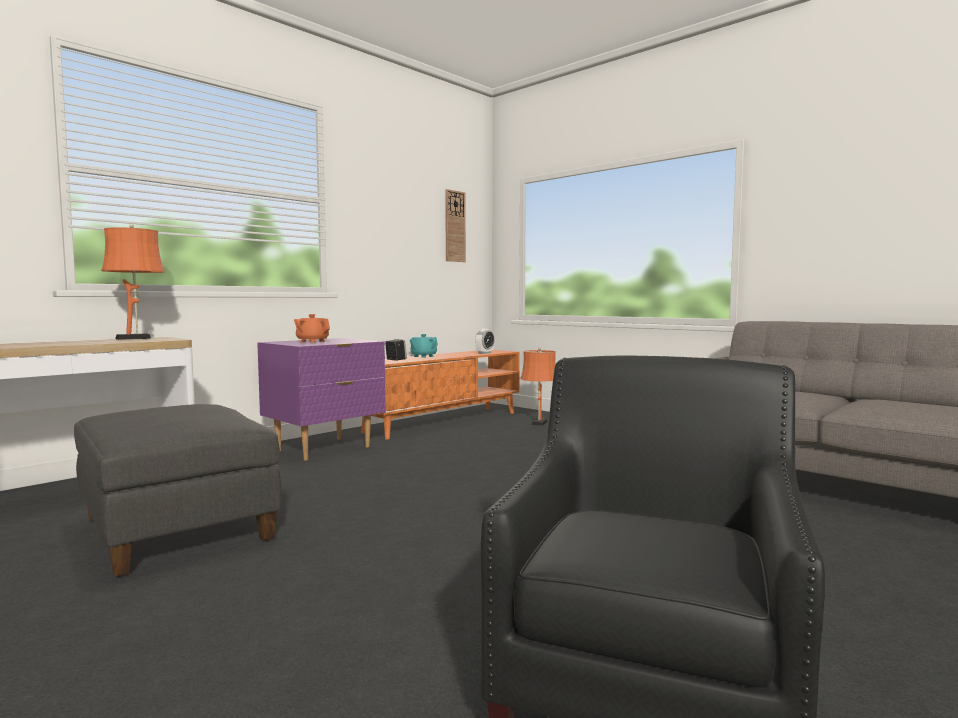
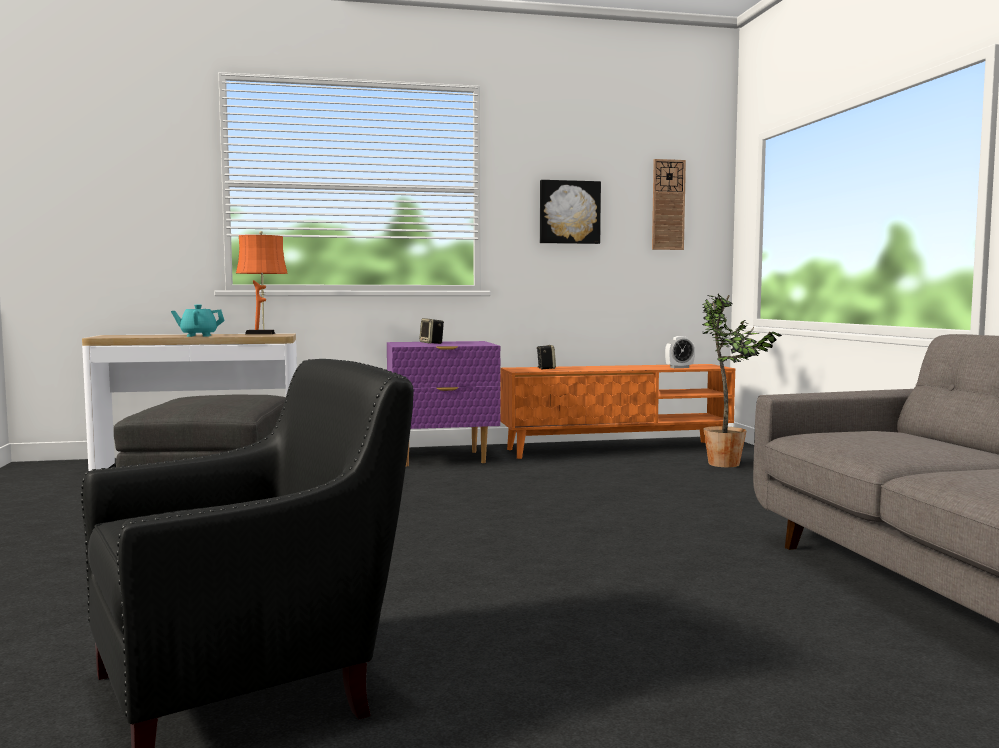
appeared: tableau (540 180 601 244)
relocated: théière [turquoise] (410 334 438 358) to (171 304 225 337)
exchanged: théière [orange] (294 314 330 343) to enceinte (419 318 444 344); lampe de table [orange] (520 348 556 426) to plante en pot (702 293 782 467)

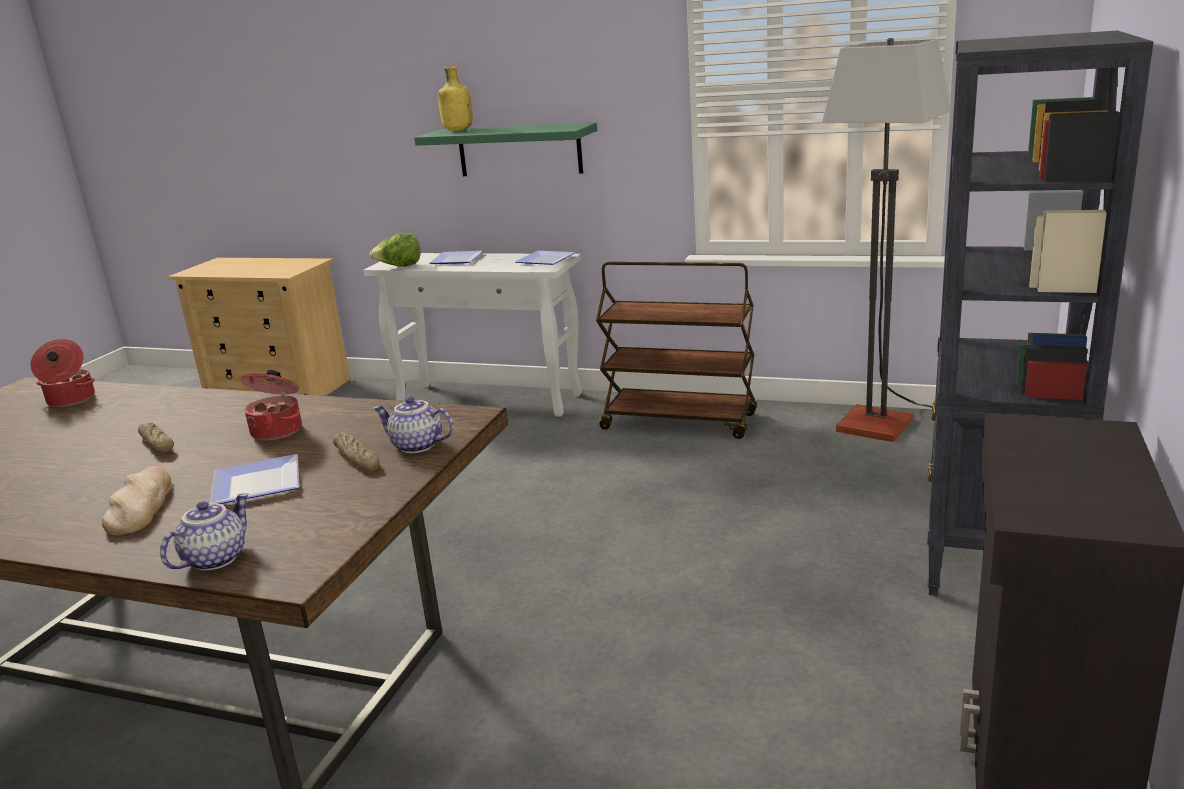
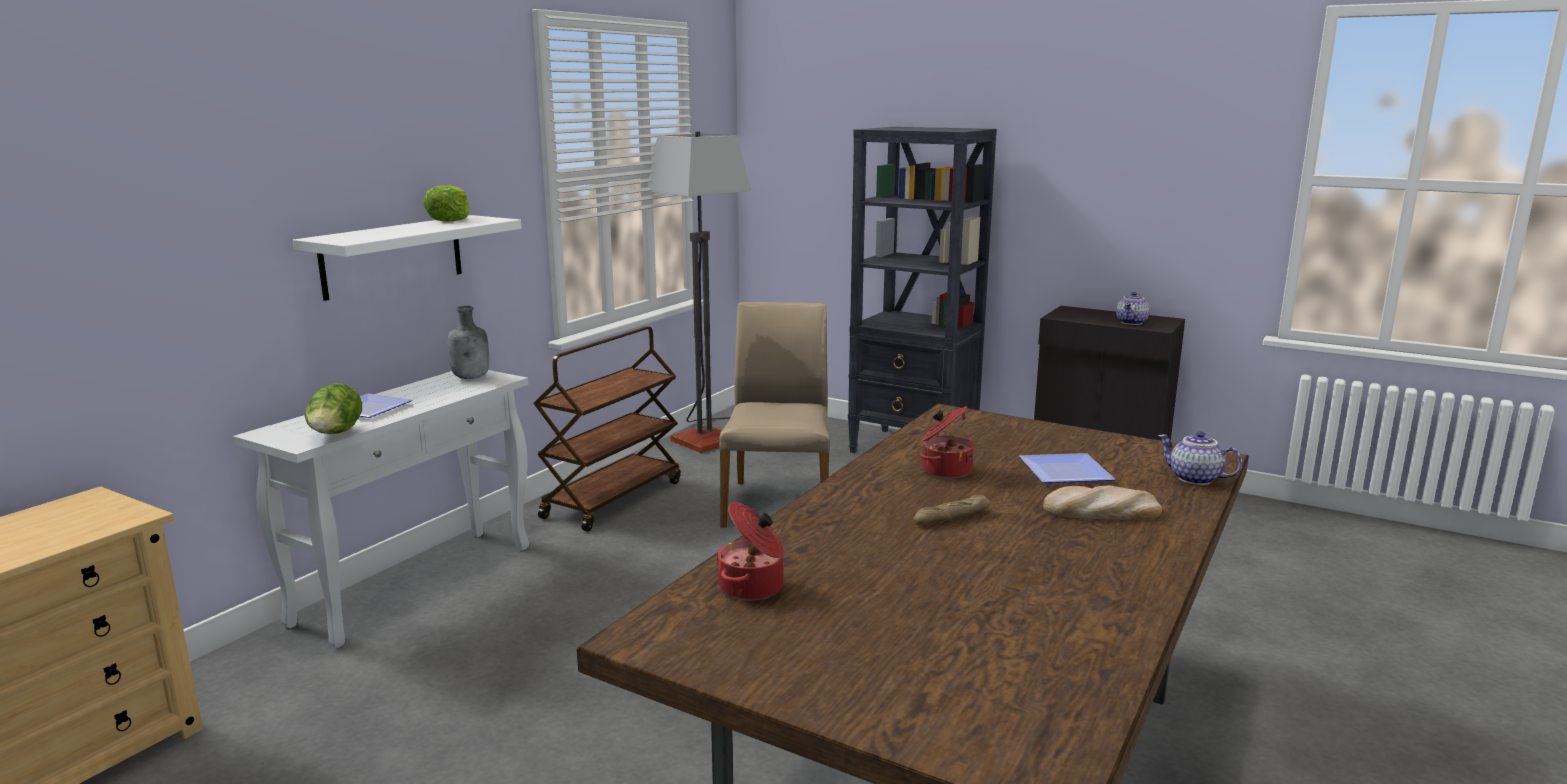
missing: pain (333 432 380 471); bouteille [jaune] (438 66 473 131)
appeared: laitue (424 185 470 222); chaise [beige] (719 302 830 528)
relocated: théière (373 397 454 453) to (1116 292 1150 325)
exchanged: assiette (515 251 575 265) to bouteille [gris] (448 306 489 379)
colour: étagère [vert] (414 123 597 176) to étagère [blanc] (293 215 522 301)

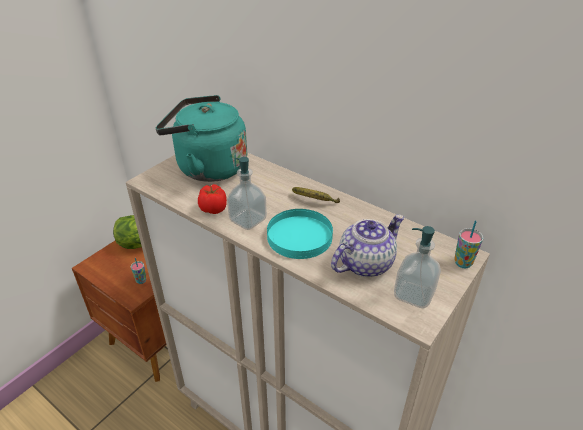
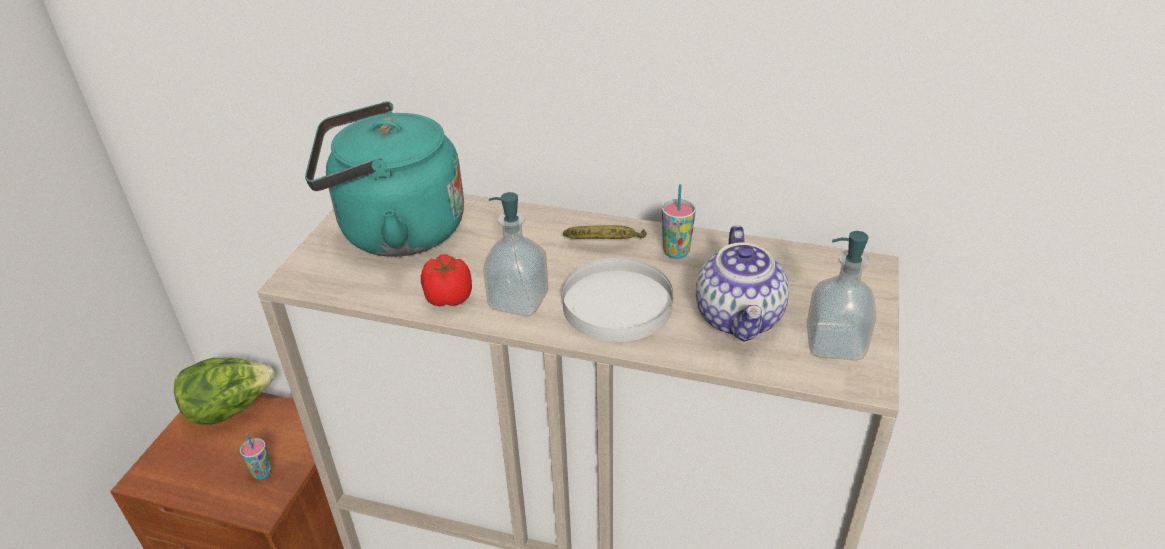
relocated: tasse (454 221 483 268) to (662 184 696 259)
colour: assiette [turquoise] (267 209 333 259) to assiette [blanc] (562 258 673 342)
spun: théière (331 214 404 277) = (696 225 789 342) 150 degrees clockwise

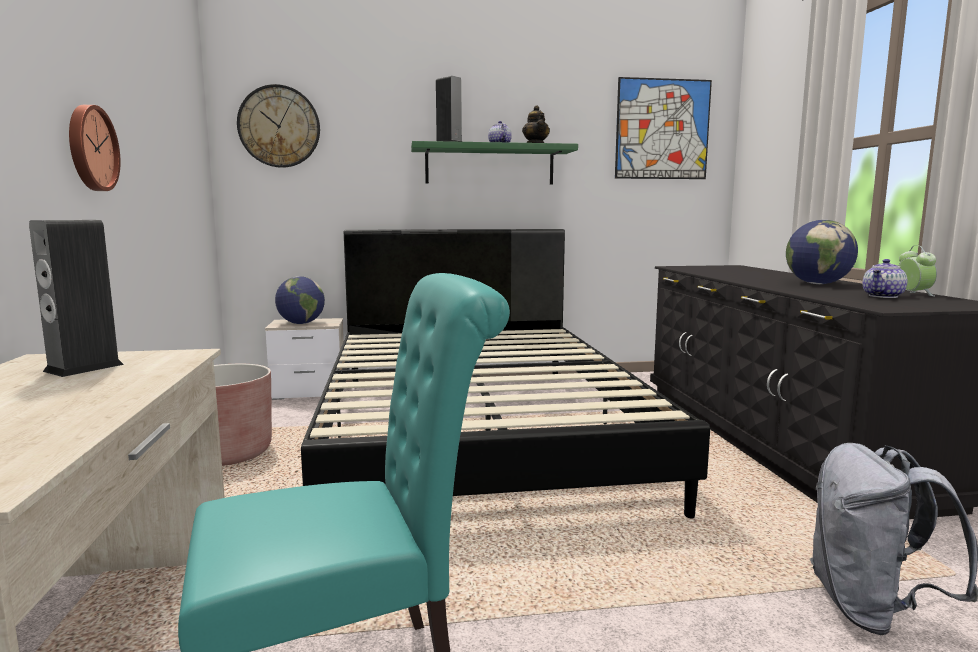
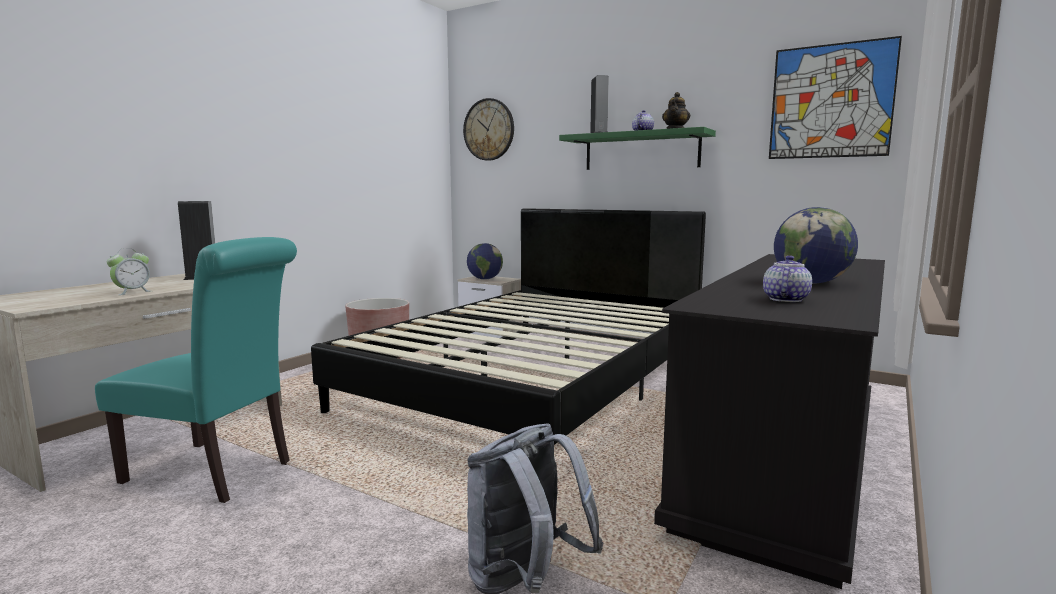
missing: horloge murale (69 105 121 191)
relocated: réveil (899 245 937 296) to (107 248 150 295)
spun: théière (862 259 908 298) = (763 255 812 302) 120 degrees clockwise

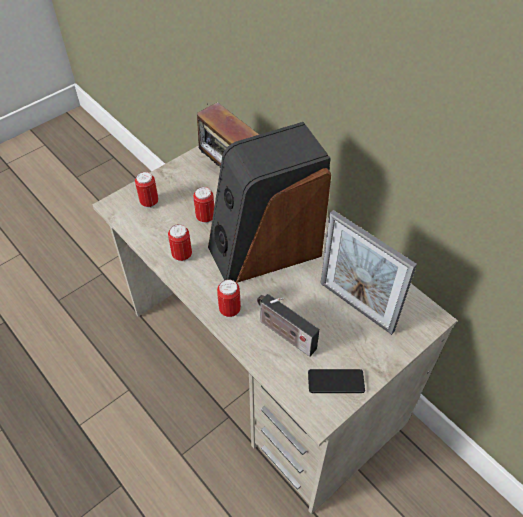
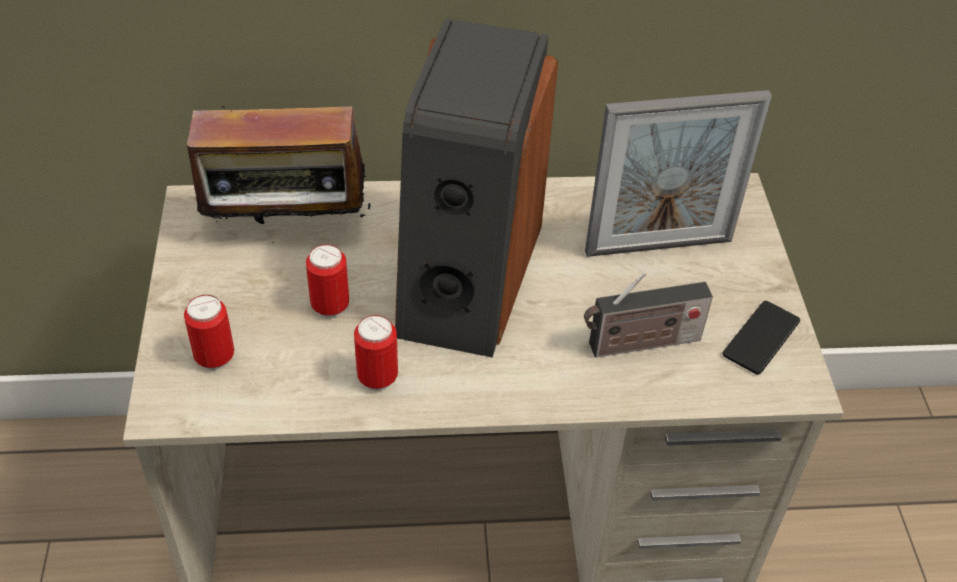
missing: boîte métallique (217 279 241 317)

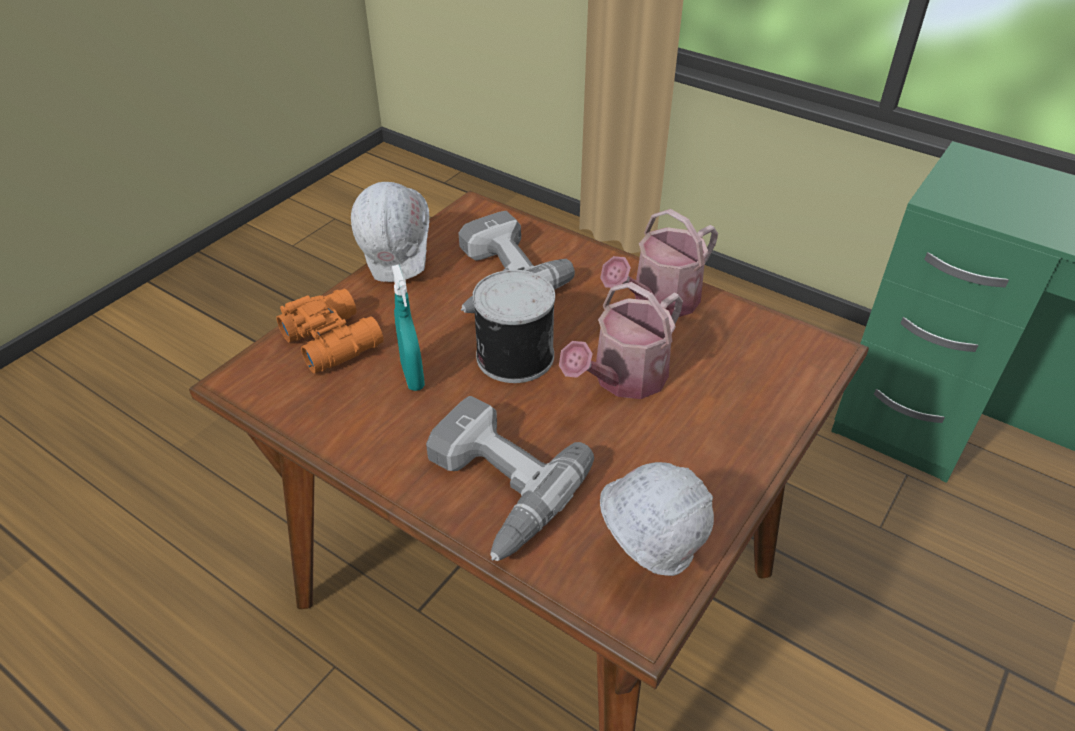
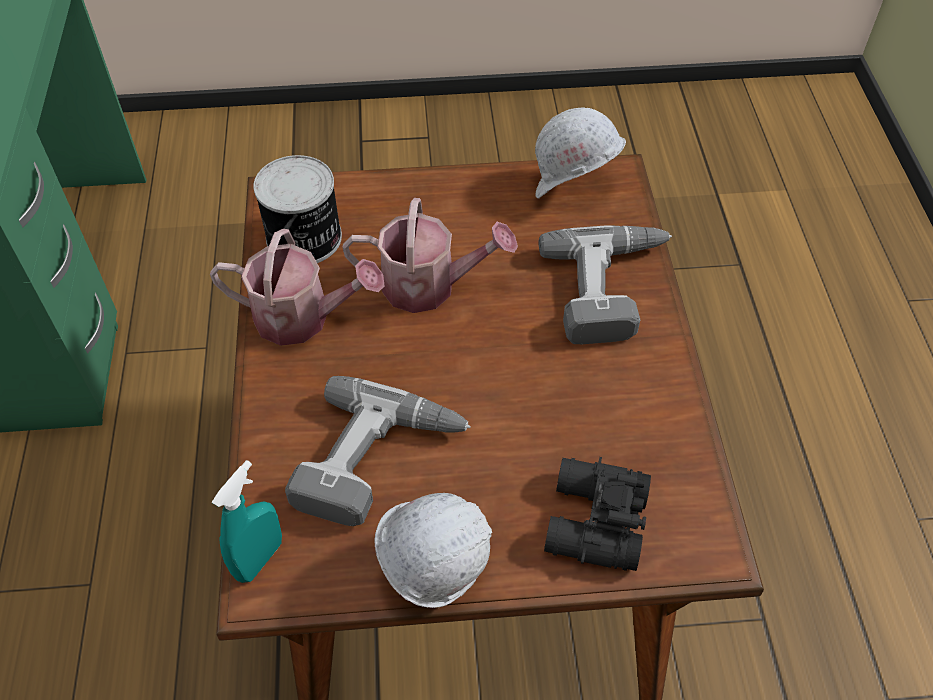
relocated: vaporisateur [turquoise] (392 265 425 391) to (212 460 282 583); boîte métallique (472 270 555 383) to (253 155 342 263)
colour: jumelles [orange] (276 289 383 373) to jumelles [noir] (544 457 651 571)

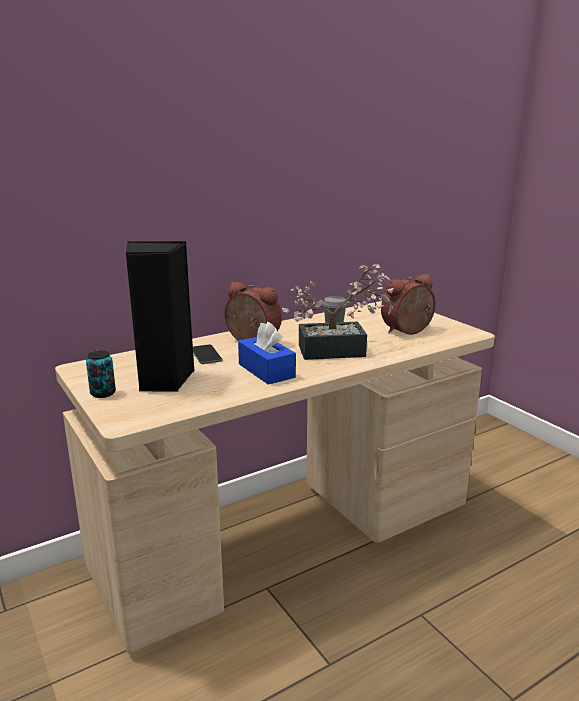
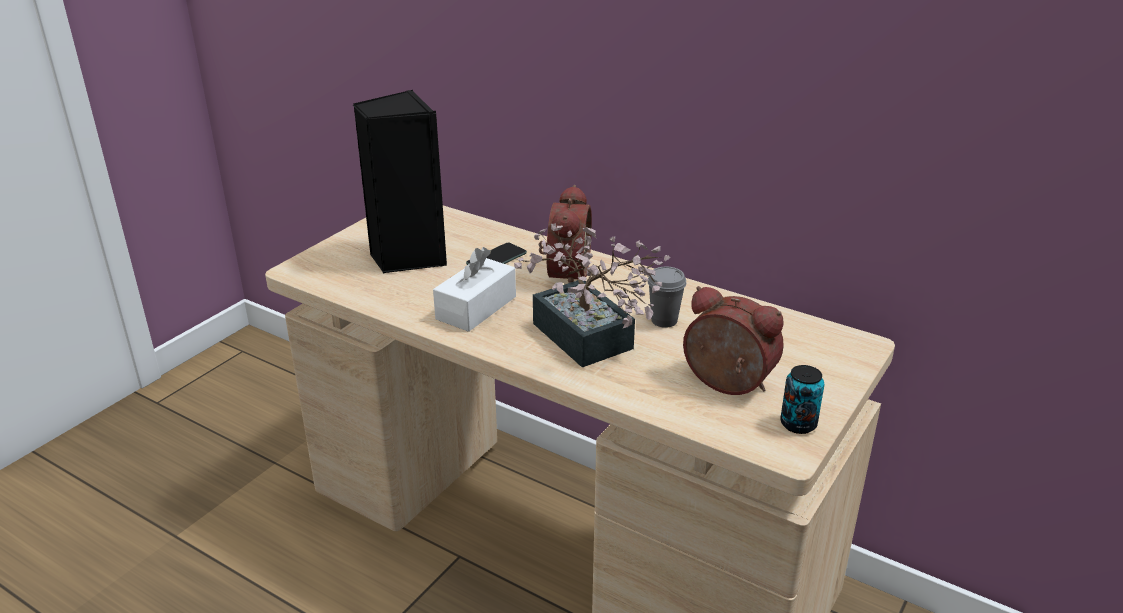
relocated: boîte métallique (86 350 116 398) to (780 365 824 434)
colour: boîte à mouchoirs [bleu] (238 322 296 385) to boîte à mouchoirs [blanc] (433 247 516 332)

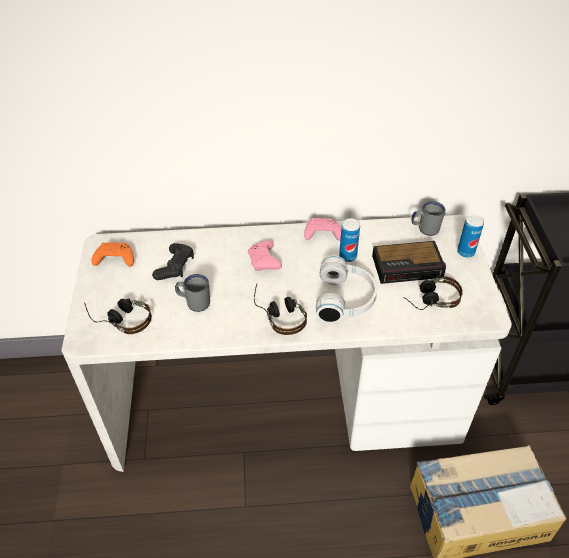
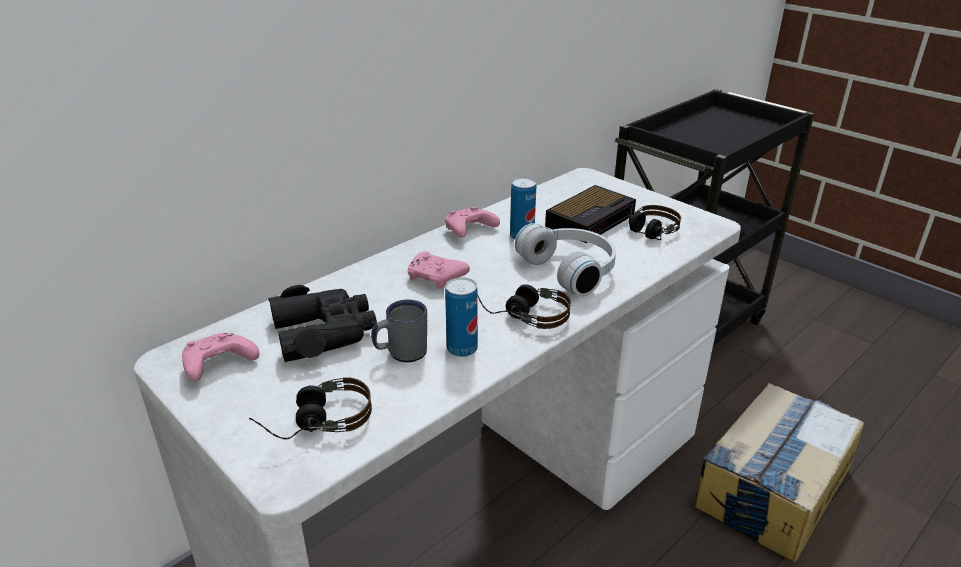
missing: mug [gris] (411 201 445 236)
relocated: boîte métallique (457 214 484 258) to (445 277 478 357)
exchanged: manette [noir] (152 243 194 280) to jumelles [noir] (268 285 377 362)
colour: manette [orange] (91 242 134 267) to manette [rose] (182 333 259 381)

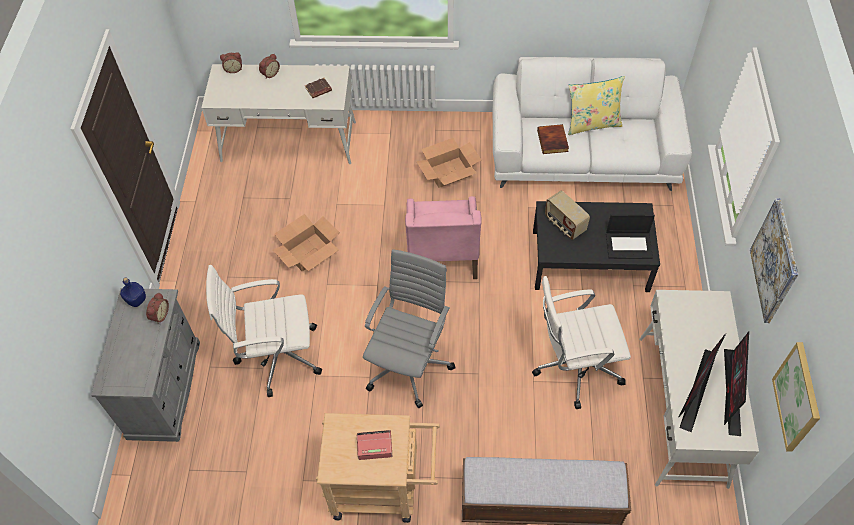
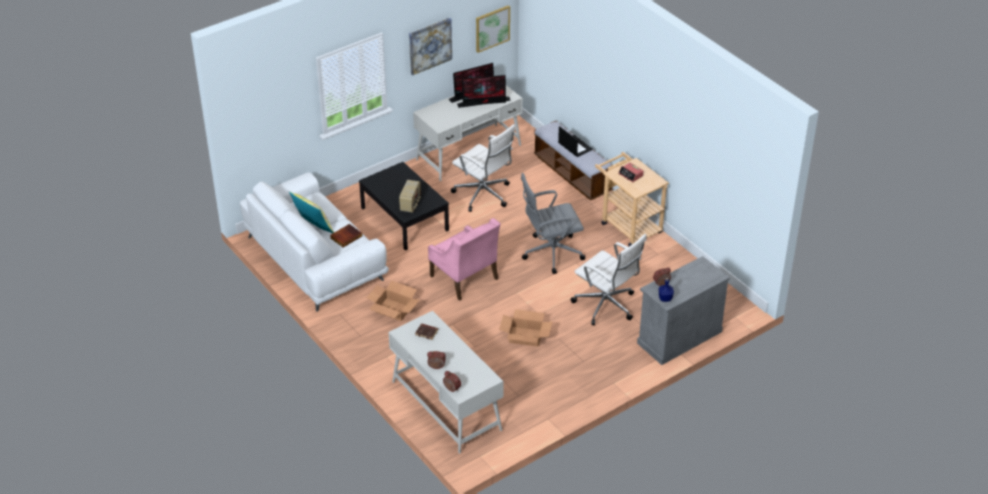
relocated: ordinateur portable (606 214 655 259) to (558 126 593 157)
spun: fauteuil [rose] (405 196 482 279) = (428 218 501 301) 90 degrees clockwise

